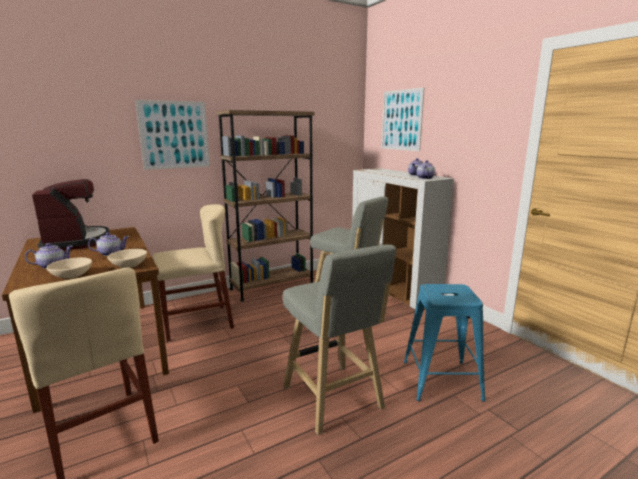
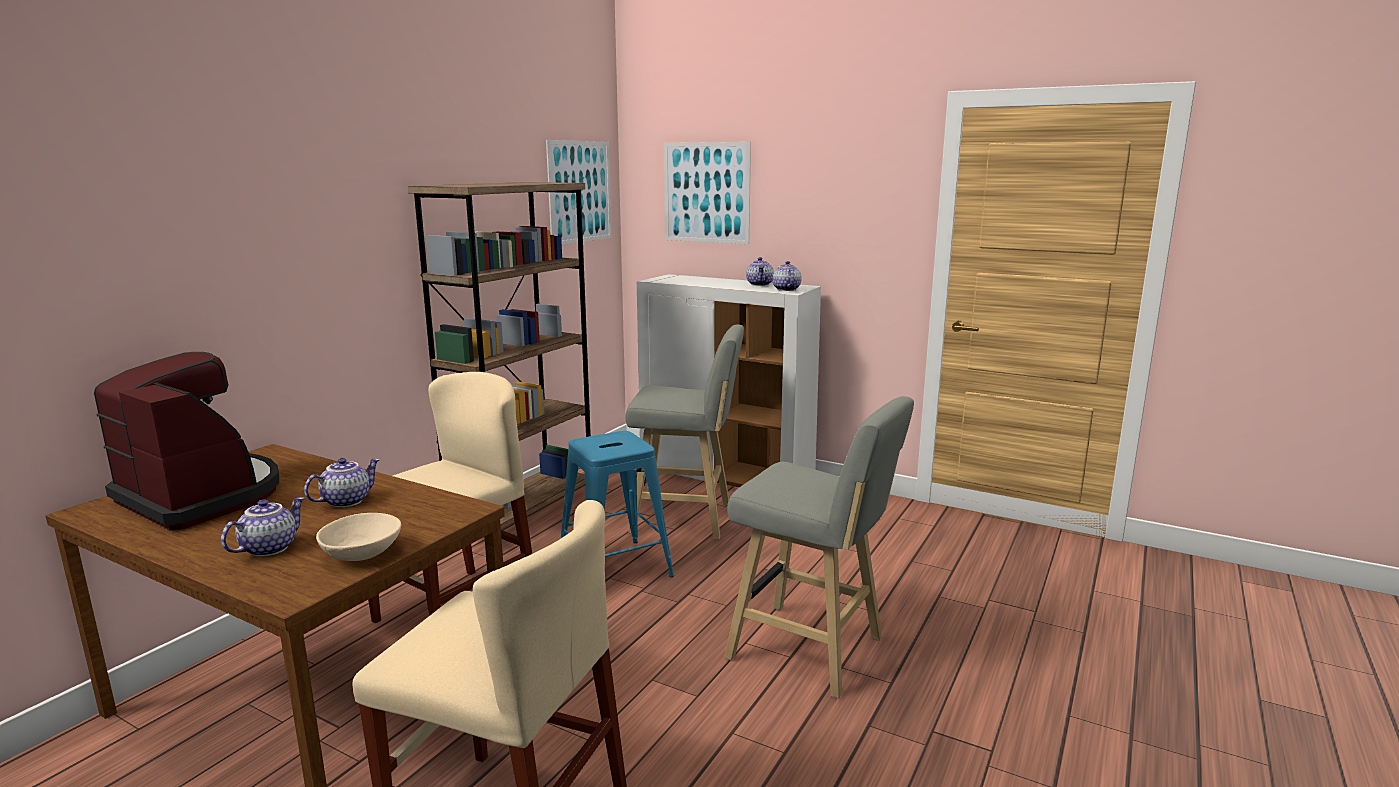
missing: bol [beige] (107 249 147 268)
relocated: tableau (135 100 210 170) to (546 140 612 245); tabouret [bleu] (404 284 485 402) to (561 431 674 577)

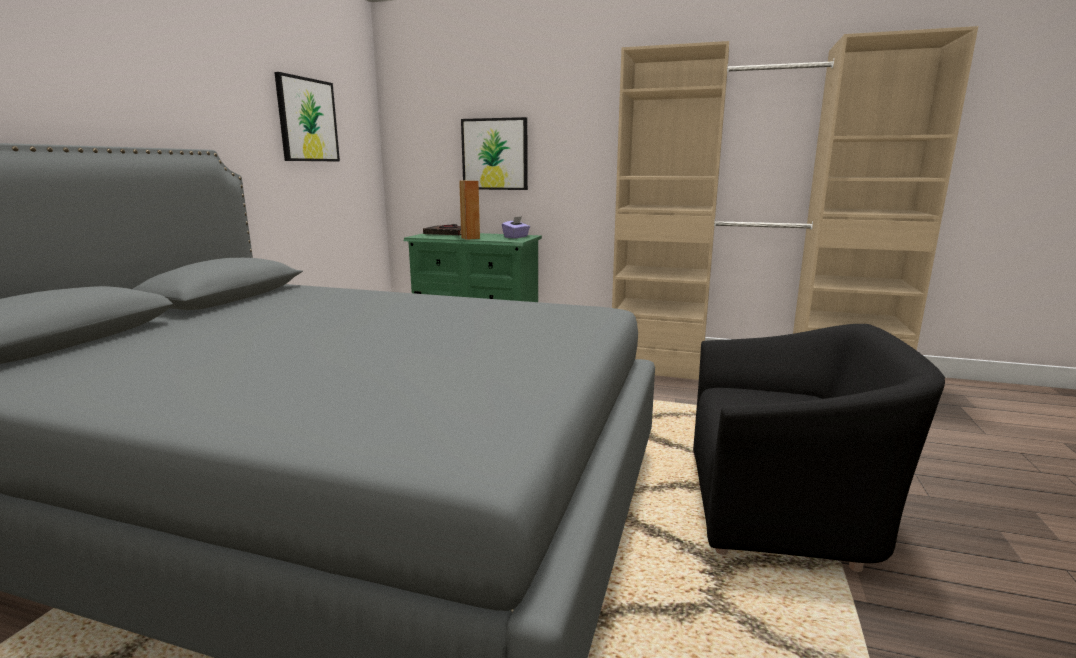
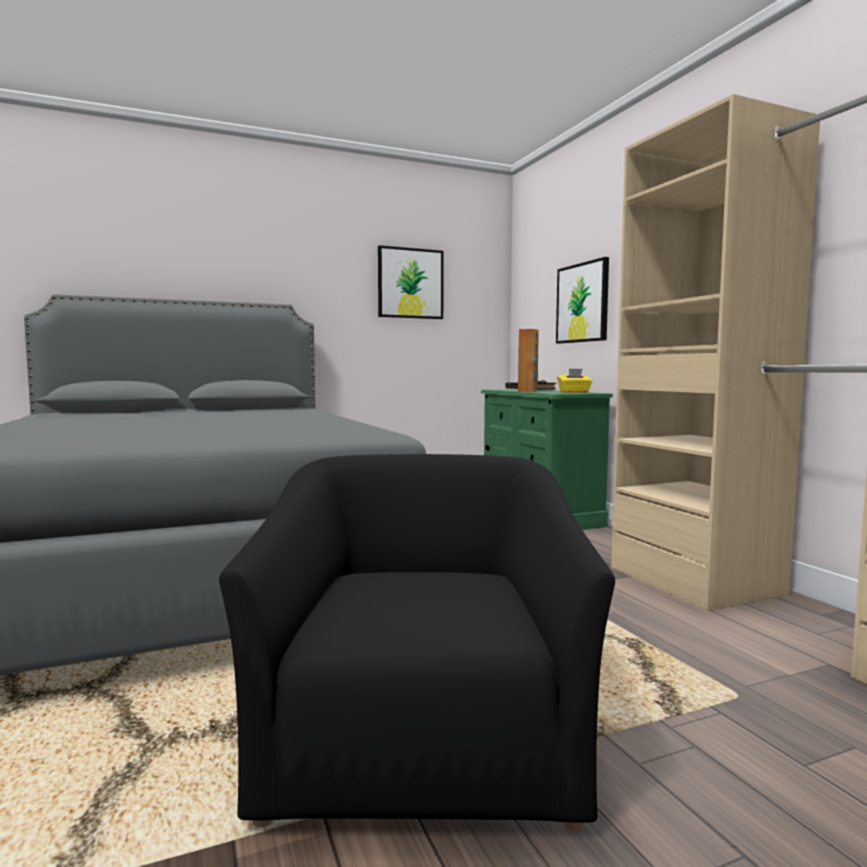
colour: boîte à mouchoirs [violet] (502 216 530 238) to boîte à mouchoirs [jaune] (557 368 592 393)
spun: fauteuil [noir] (693 324 945 572) = (219 454 615 833) 150 degrees counterclockwise

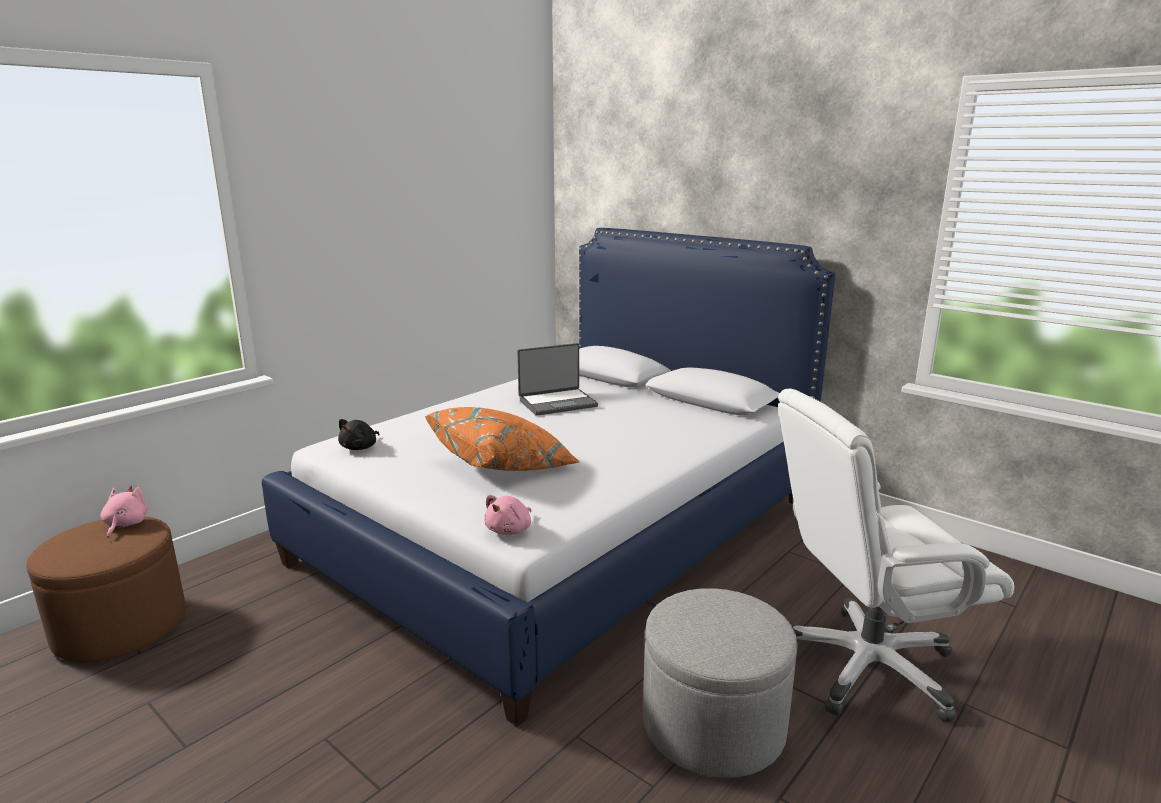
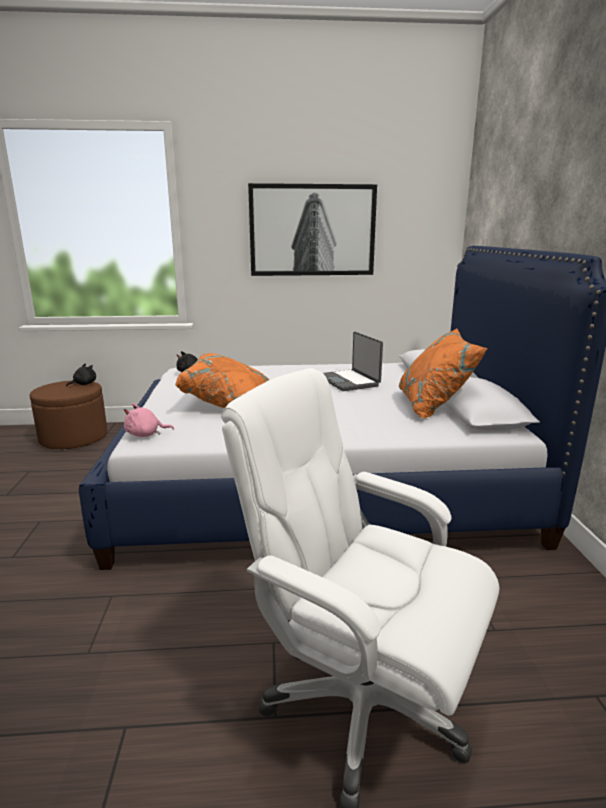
missing: pouf [gris] (643 588 798 778)
appeared: tableau (248 183 377 276); coussin [orange] (399 329 488 419)
colour: peluche [rose] (100 486 148 538) to peluche [noir] (66 363 96 387)
spun: ordinateur portable (517 343 598 416) = (323 332 383 391) 45 degrees clockwise

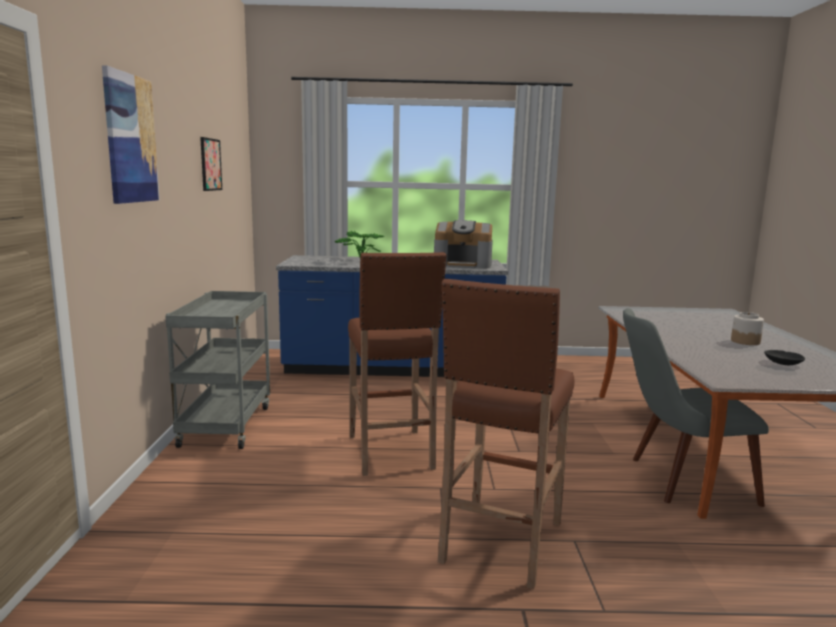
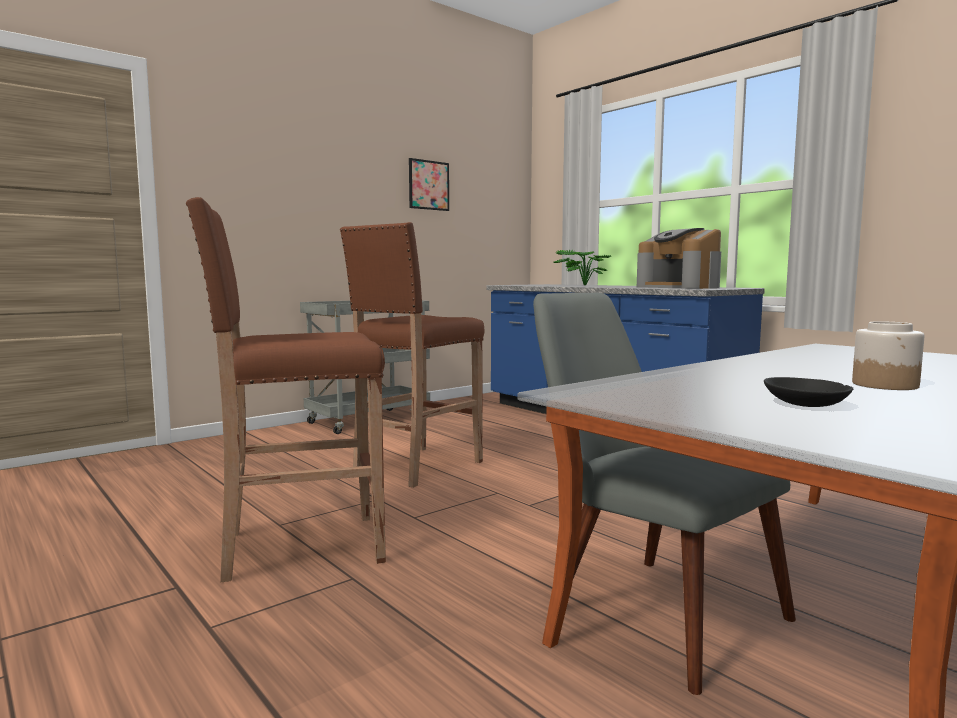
missing: tableau (102 65 160 204)

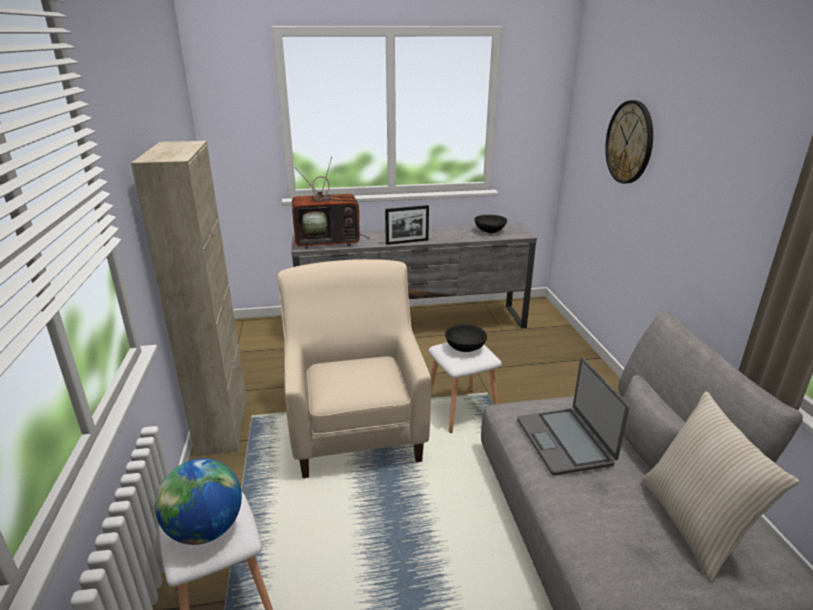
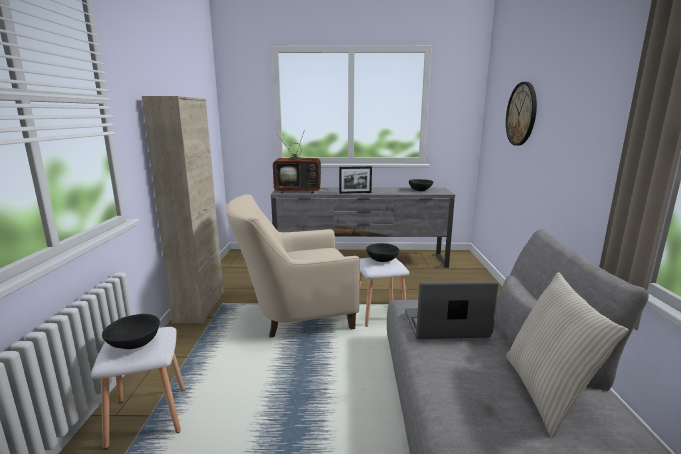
exchanged: globe (155 458 242 545) to bol [noir] (102 314 160 349)
spun: fauteuil [beige] (277 259 431 478) = (226 194 360 338) 105 degrees counterclockwise; ordinateur portable (517 357 629 476) = (405 281 499 339) 90 degrees clockwise

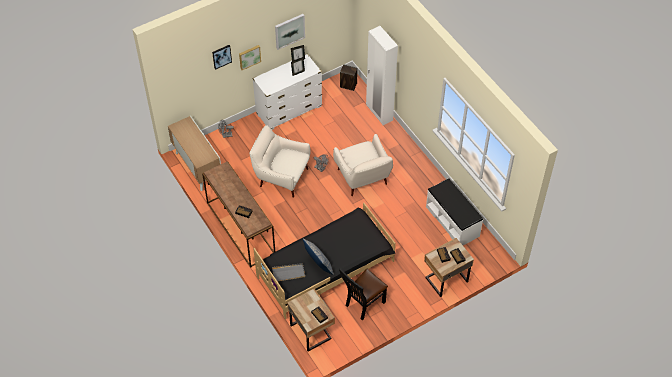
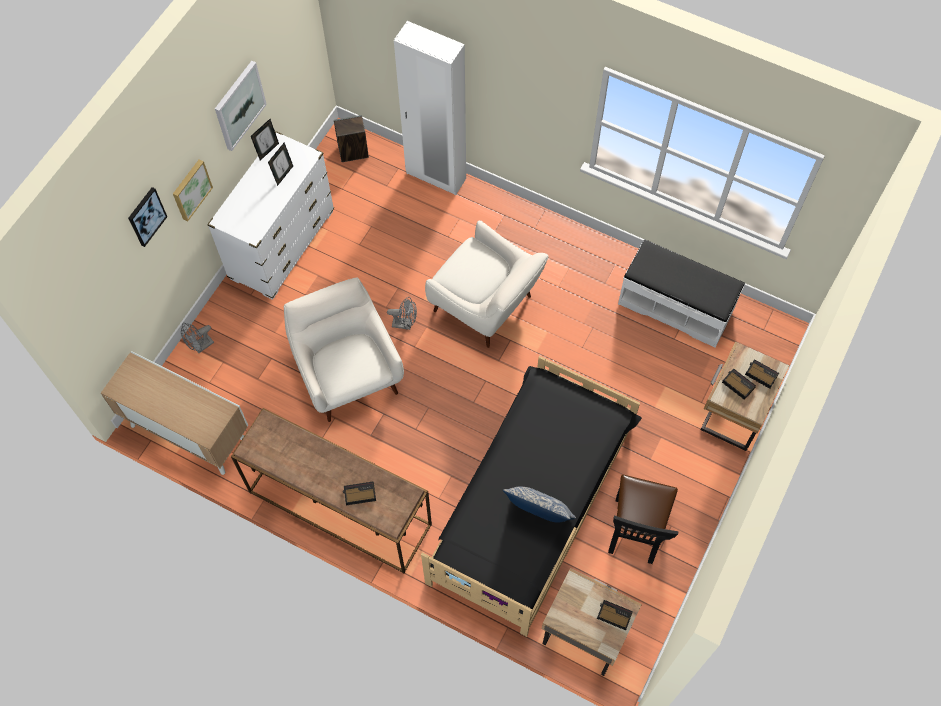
missing: plateau [gris] (272 263 305 282)
spun: fauteuil [blanc] (249 125 311 198) = (284 278 404 422) 75 degrees clockwise

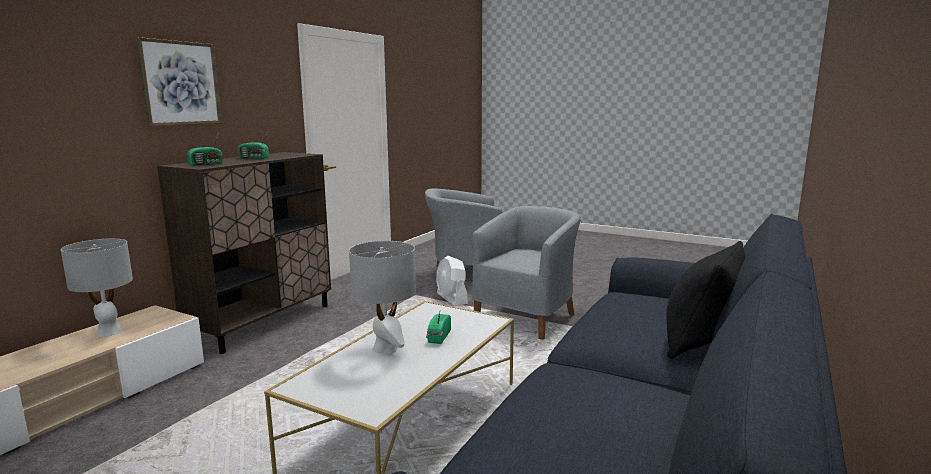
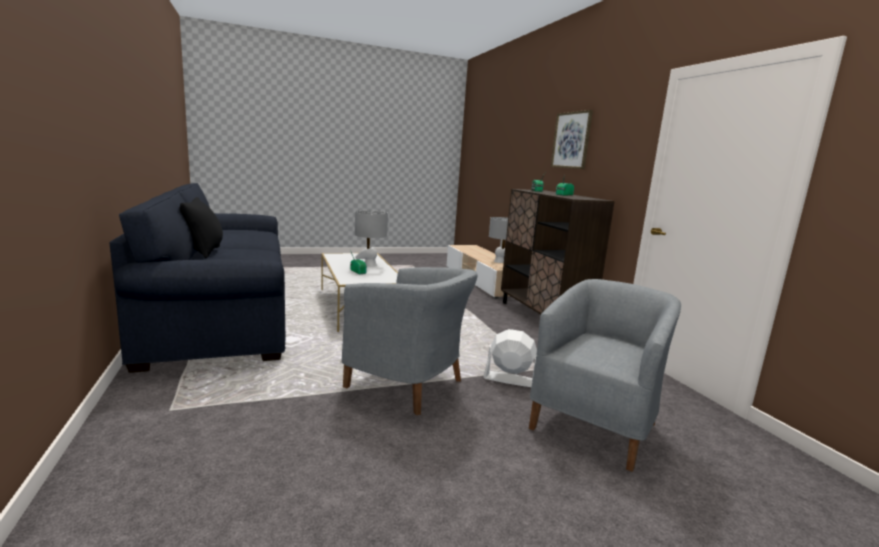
spun: fauteuil [gris] (472 206 581 340) = (342 267 478 415) 45 degrees counterclockwise

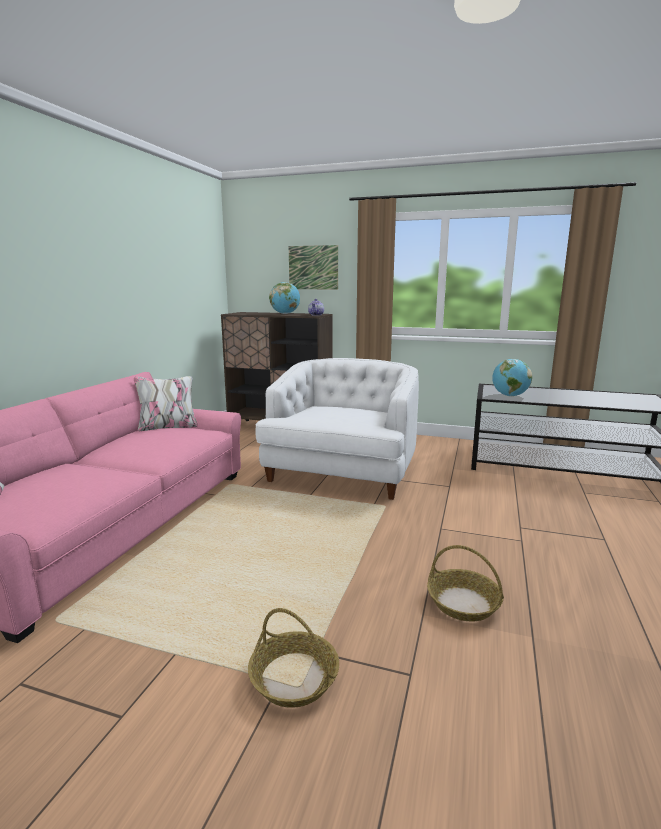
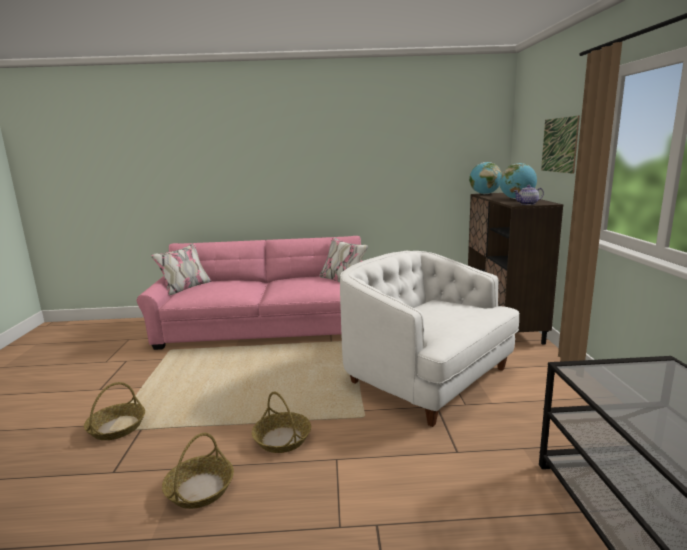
appeared: panier (252 391 311 453)
relocated: globe (492 359 532 396) to (469 162 502 194)
spun: fauteuil [blanc] (256 358 419 500) = (340 251 520 427) 135 degrees counterclockwise

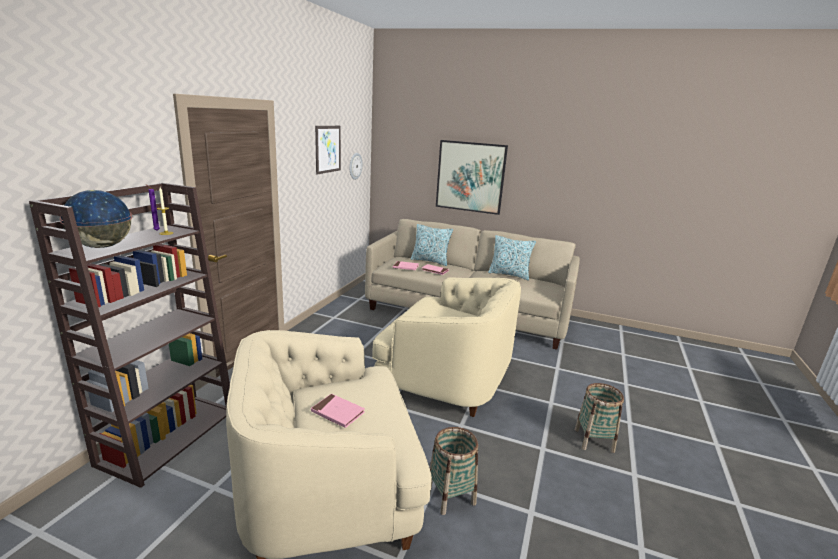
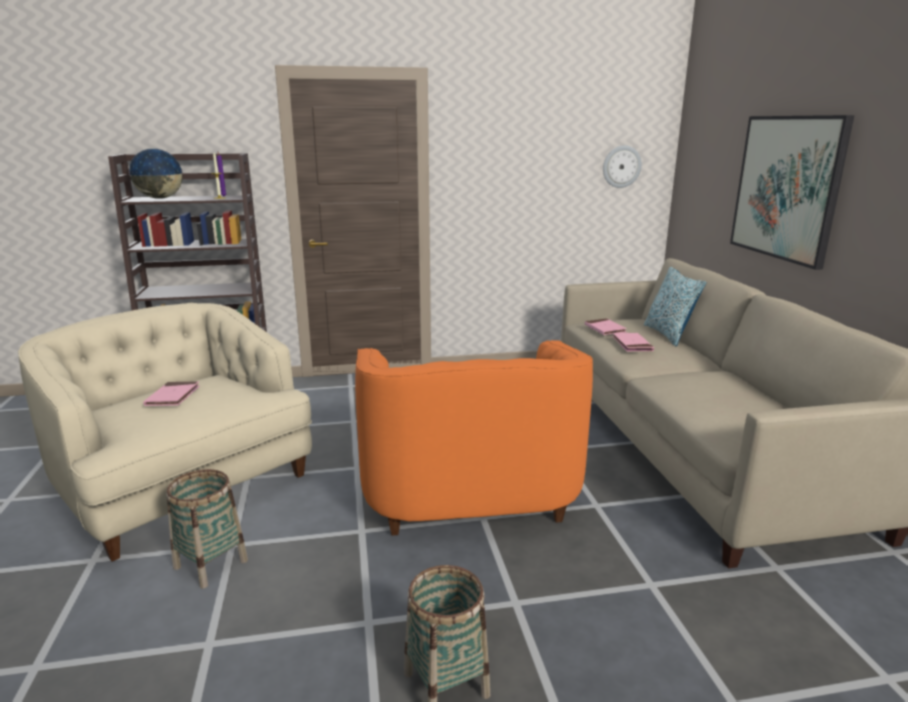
missing: tableau (315 126 341 175); coussin (488 235 536 280)
colour: fauteuil [beige] (372 277 521 417) to fauteuil [orange] (355 340 593 536)

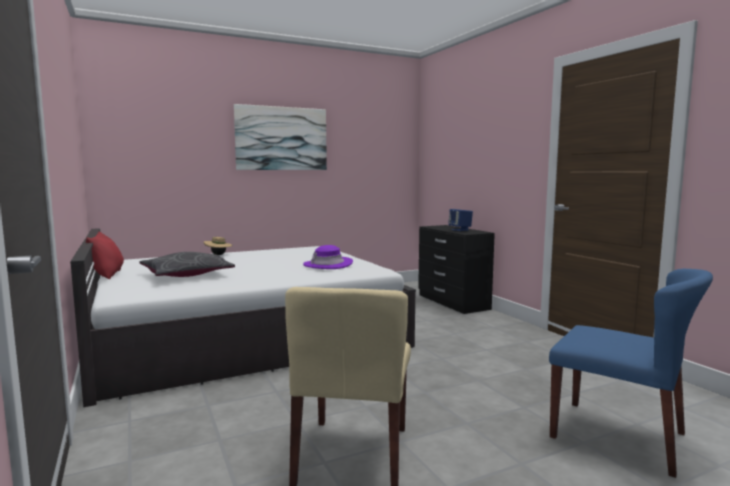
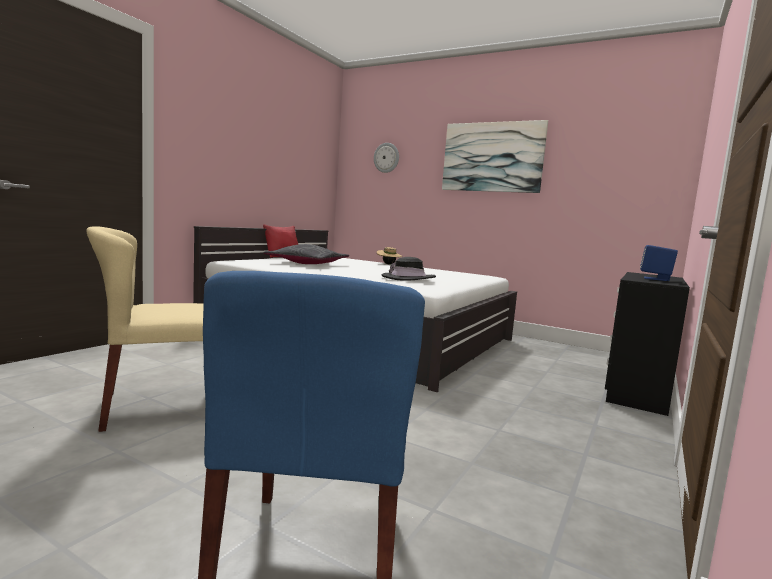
appeared: horloge murale (374 143 399 173)
colour: chapeau [violet] (303 245 353 269) to chapeau [noir] (382 257 436 281)

